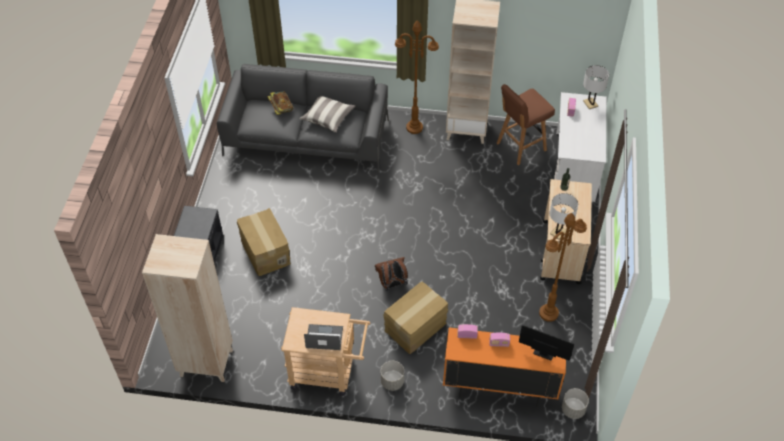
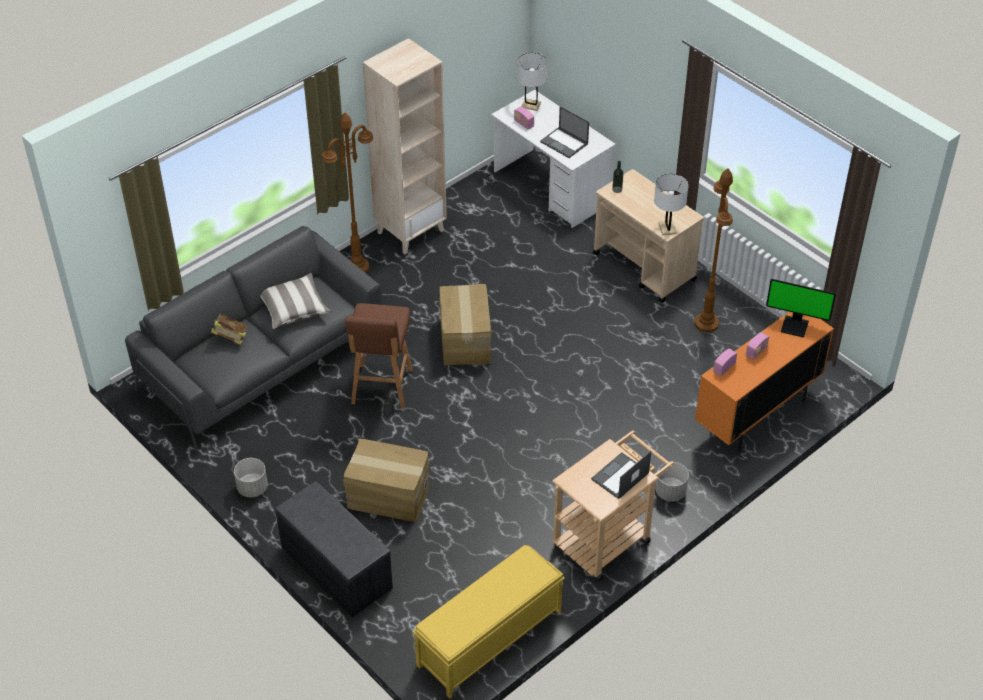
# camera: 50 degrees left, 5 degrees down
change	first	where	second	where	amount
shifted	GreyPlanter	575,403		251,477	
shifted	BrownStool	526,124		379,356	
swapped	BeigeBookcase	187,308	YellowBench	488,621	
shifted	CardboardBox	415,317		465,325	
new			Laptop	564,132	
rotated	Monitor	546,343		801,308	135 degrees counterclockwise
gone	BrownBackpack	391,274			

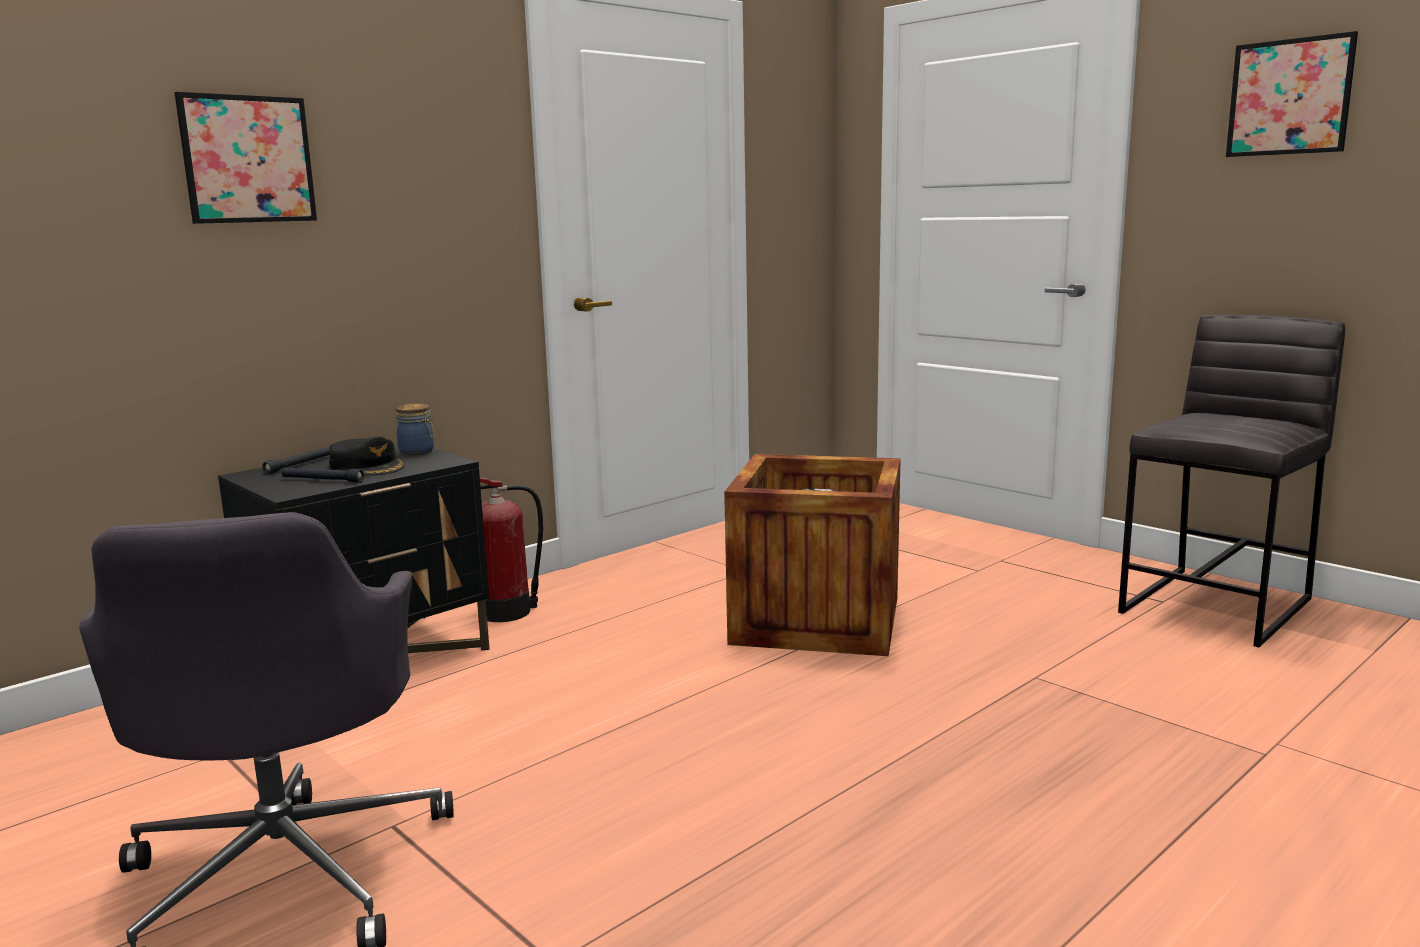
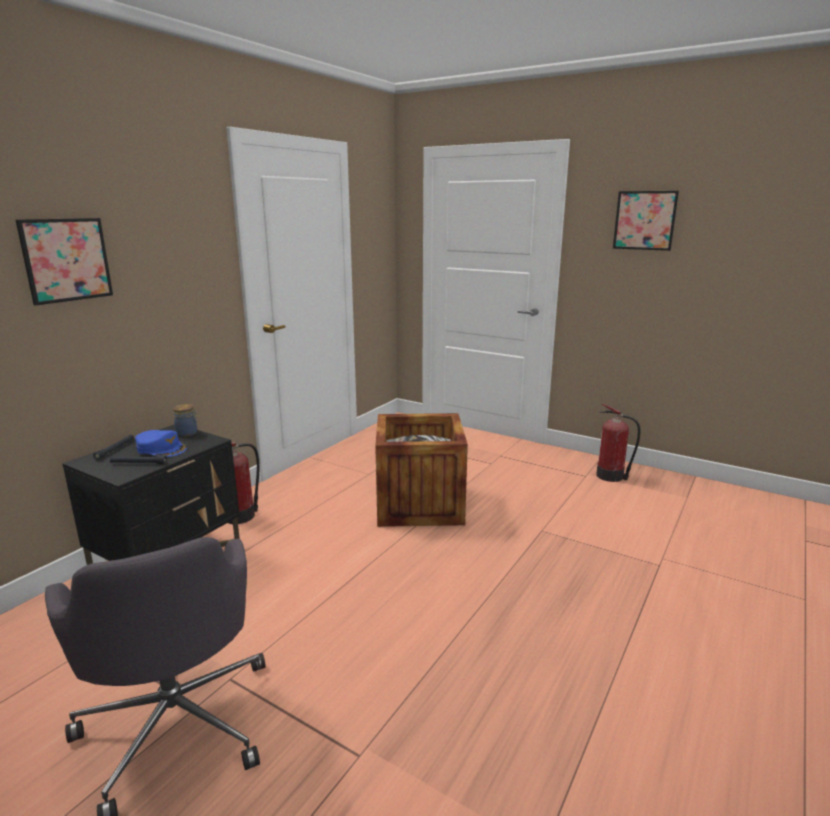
# camera: 15 degrees left, 5 degrees up
change	first	where	second	where	amount
repainted	BlackCap	367,455	BlueCap	161,443	
swapped	GreyStool	1231,480	FireExtinguisher	618,442	

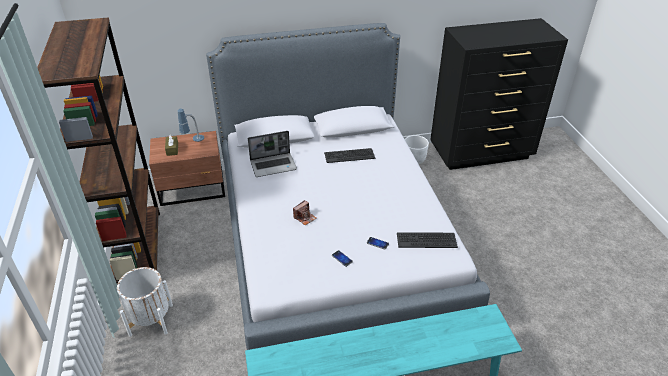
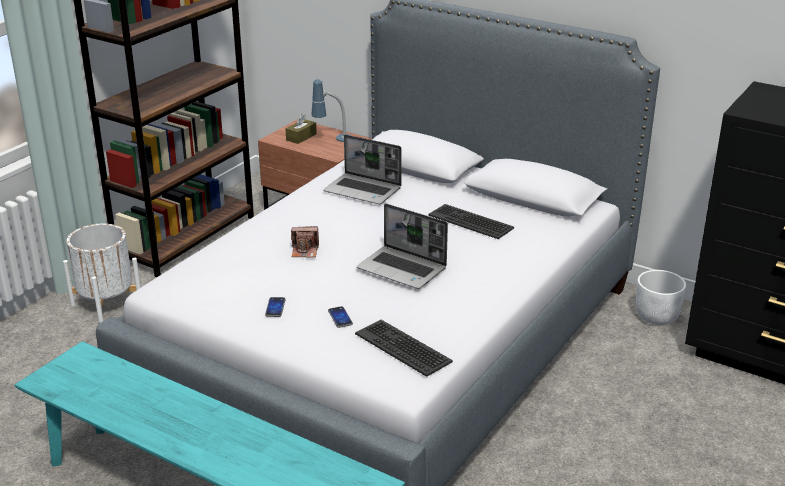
# camera: 45 degrees right, 10 degrees down
change	first	where	second	where	amount
new			Laptop	402,246	

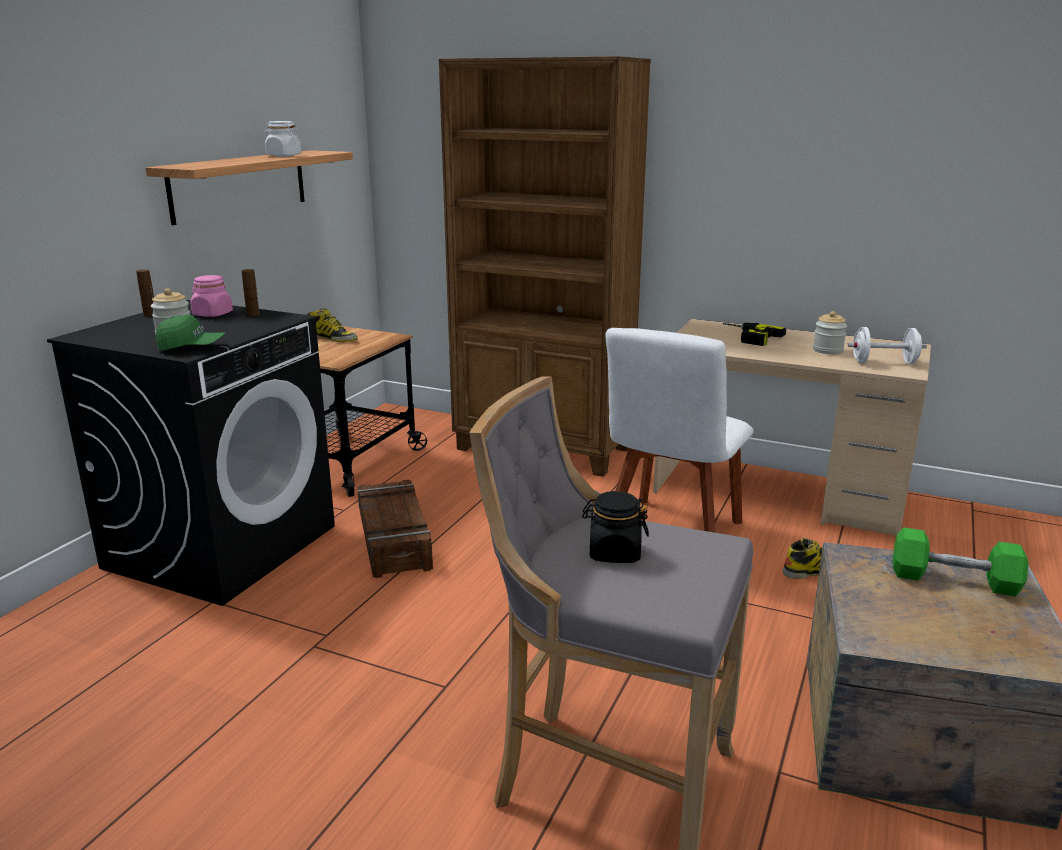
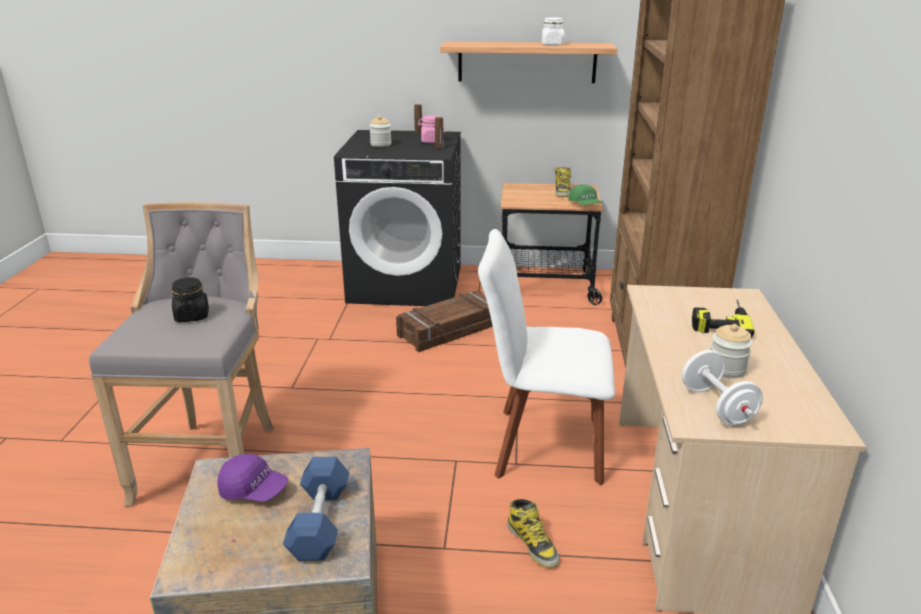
# camera: 70 degrees right, 5 degrees up
change	first	where	second	where	amount
new			PurpleCap	253,478	
repainted	GreenDumbbell	961,562	BlueDumbbell	316,509	
shifted	GreenCap	190,333		585,194	

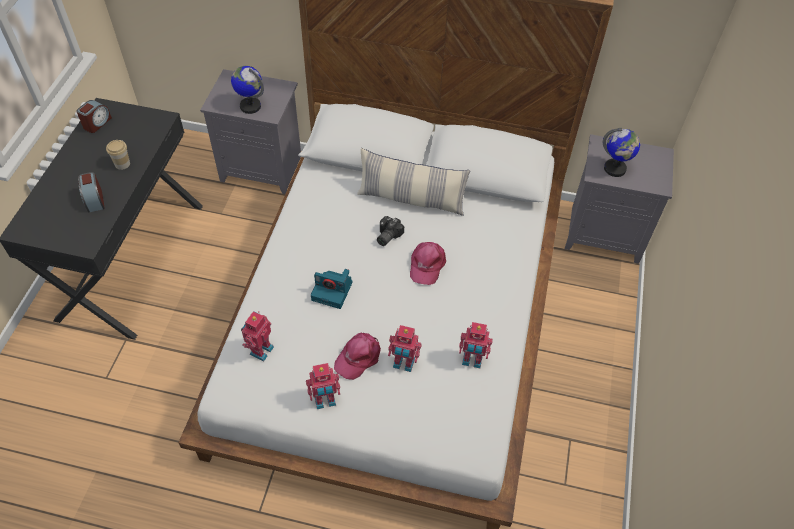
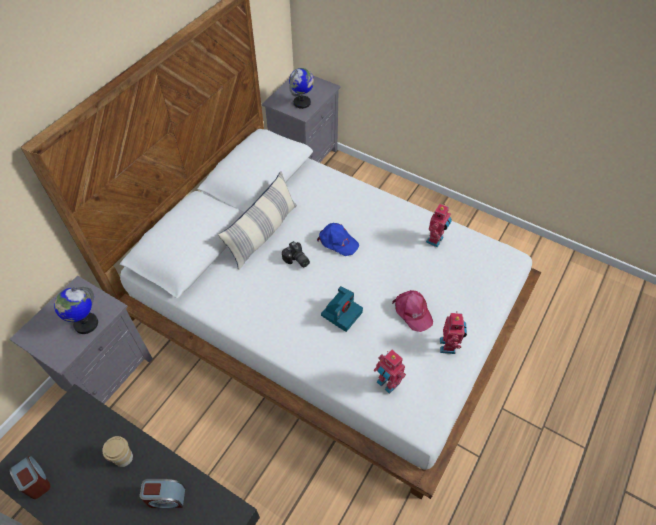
# camera: 70 degrees left, 0 degrees up
change	first	where	second	where	amount
repainted	PinkCap	428,263	BlueCap	338,239	
gone	ToyRobot	405,348			

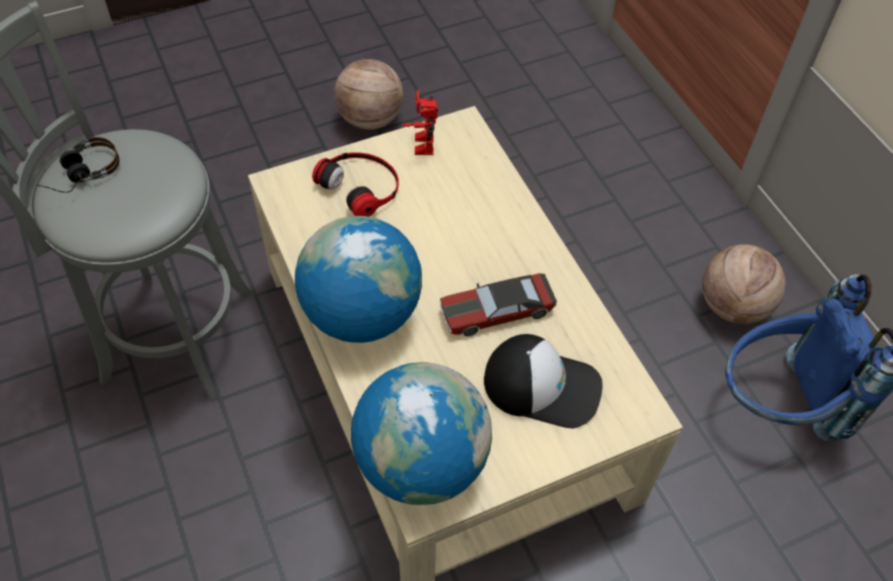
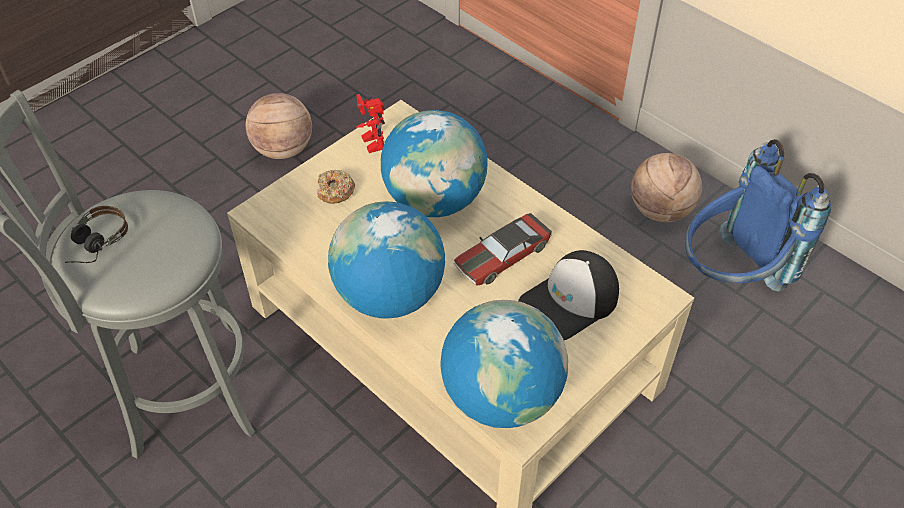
# camera: 20 degrees left, 5 degrees down
change	first	where	second	where	amount
swapped	Headphones	355,184	Donut	336,187	
new			Globe	434,163	
rotated	Cap	543,381		568,295	150 degrees clockwise

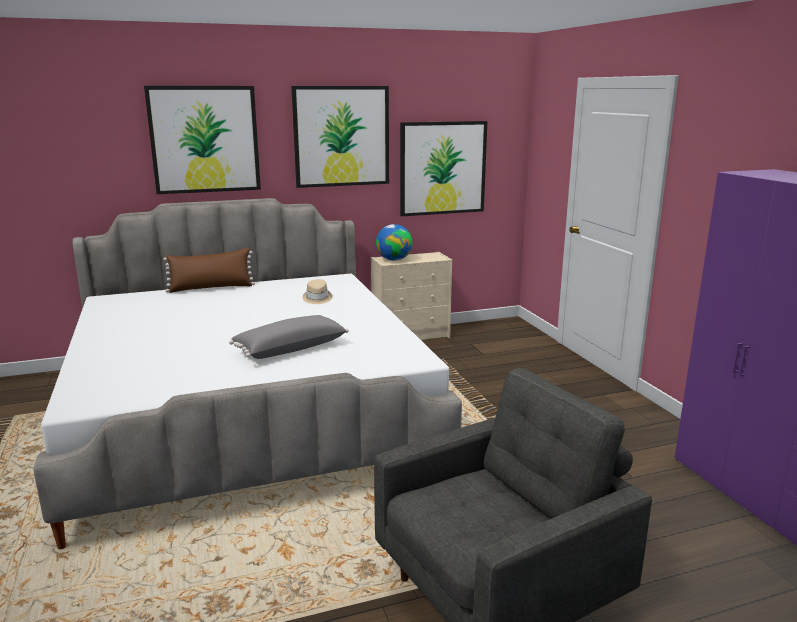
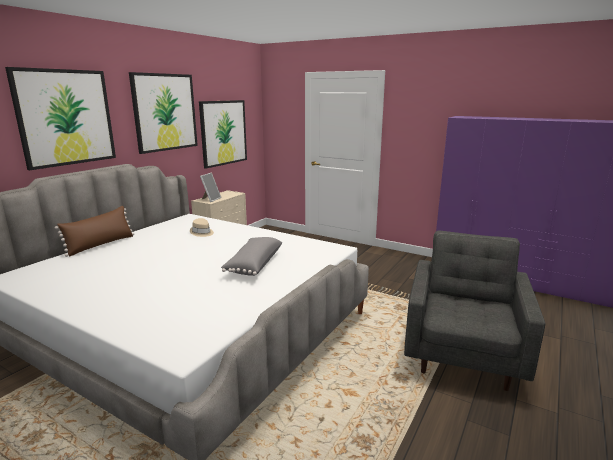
# camera: 40 degrees left, 0 degrees up
change	first	where	second	where	amount
swapped	Globe	394,242	PictureFrame	210,187	

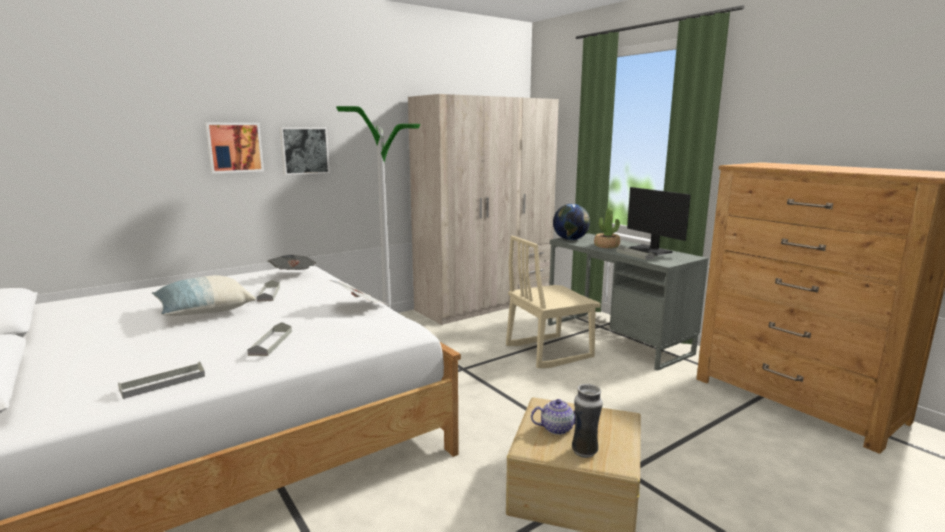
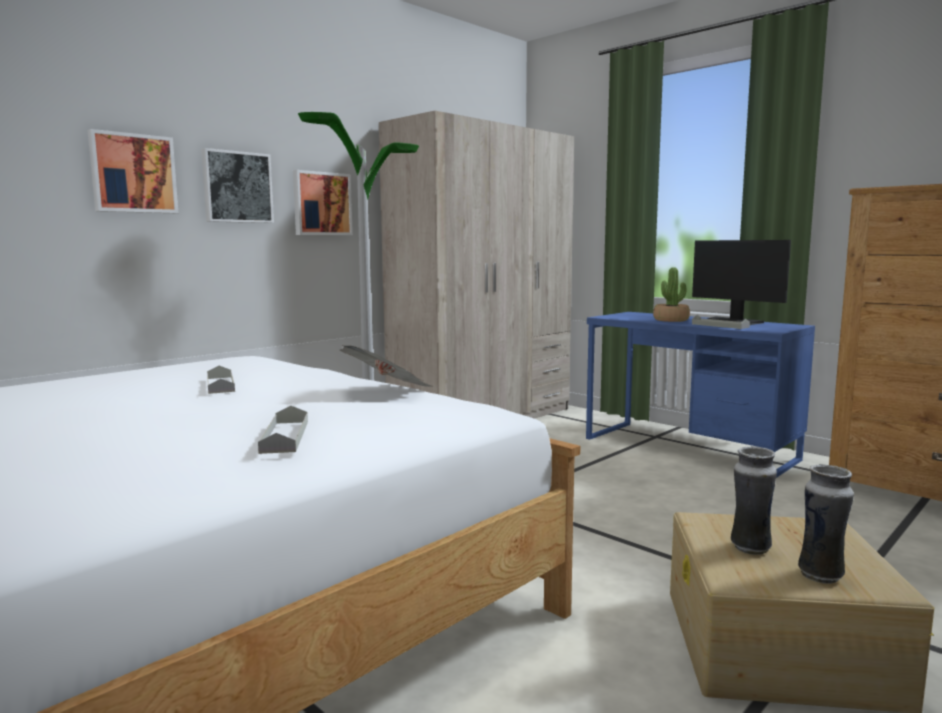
# camera: 10 degrees left, 5 degrees down
change	first	where	second	where	amount
new			Picture	323,202	
repainted	GreyDesk	628,302	BlueDesk	700,395	
swapped	Teapot	553,417	Vase	754,500	
gone	GreyTray	161,380			
gone	Pillow	204,295			
gone	Newspaper	292,262			
gone	BeigeChair	553,302			
gone	Globe	571,222			

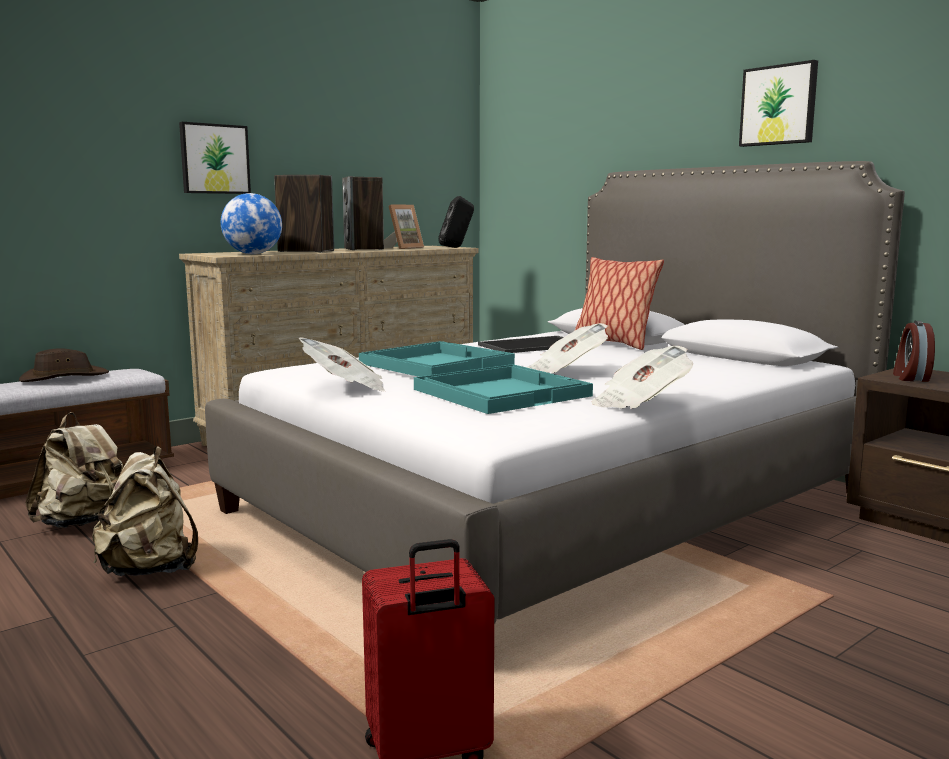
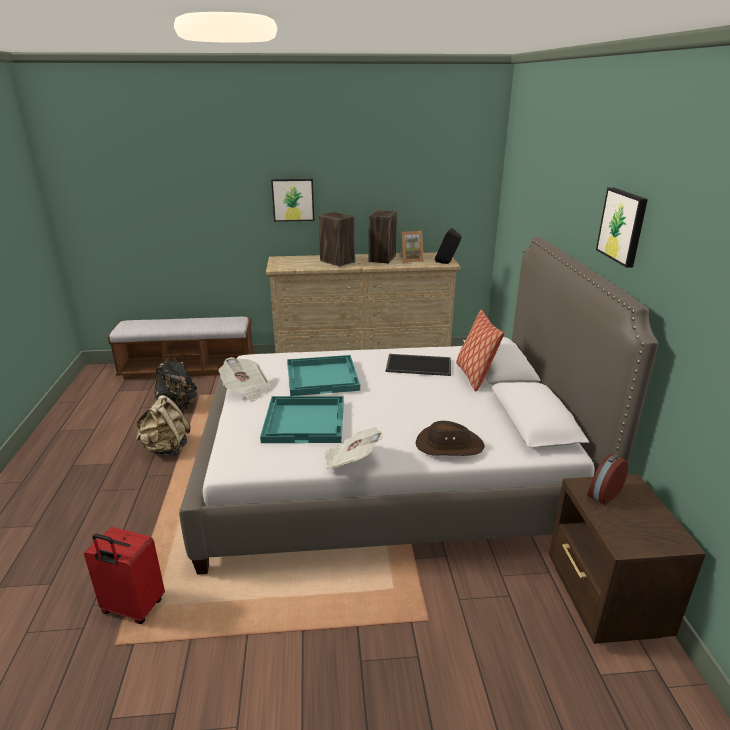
# camera: 35 degrees right, 15 degrees up
change	first	where	second	where	amount
repainted	BeigeBackpack	74,470	BlackBackpack	175,382	
shifted	BrownHat	64,365		450,438	
gone	Globe	251,223			
gone	Newspaper	567,348			

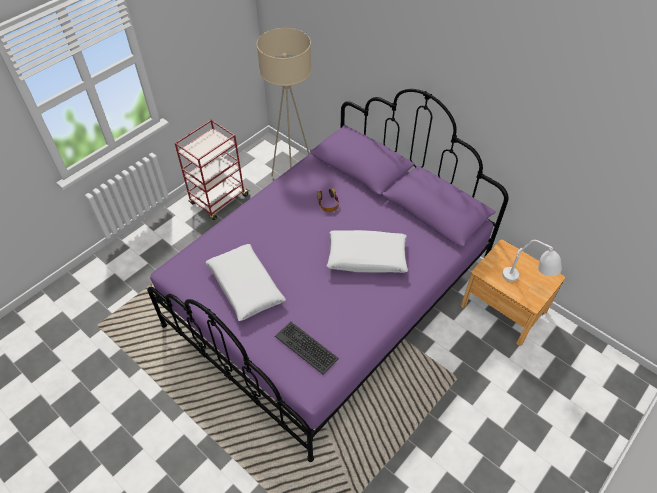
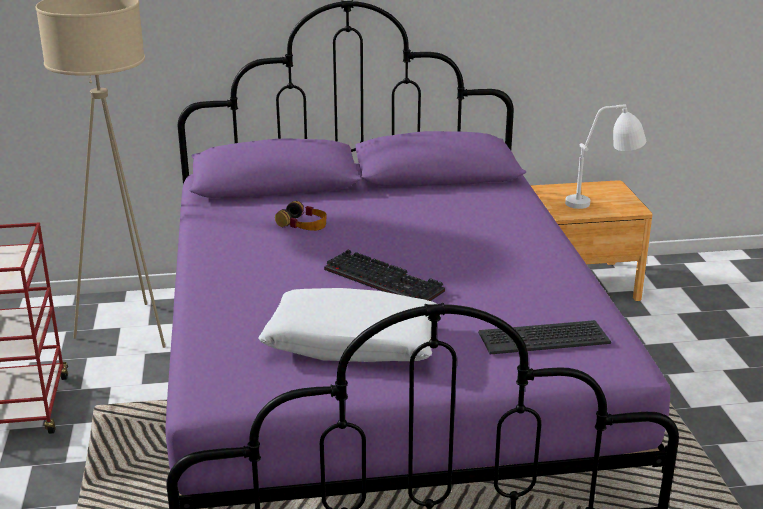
# camera: 50 degrees left, 25 degrees down
change	first	where	second	where	amount
new			Keyboard	384,275	
gone	WhitePillow	367,251			

